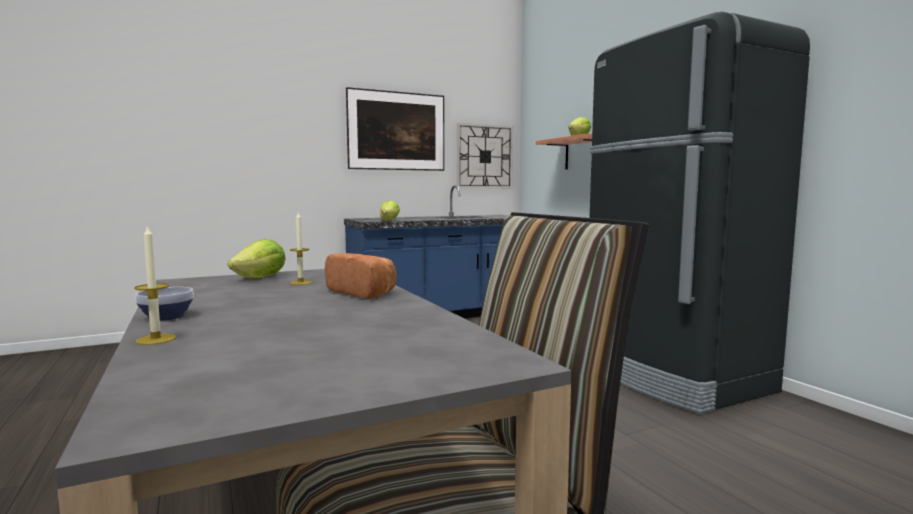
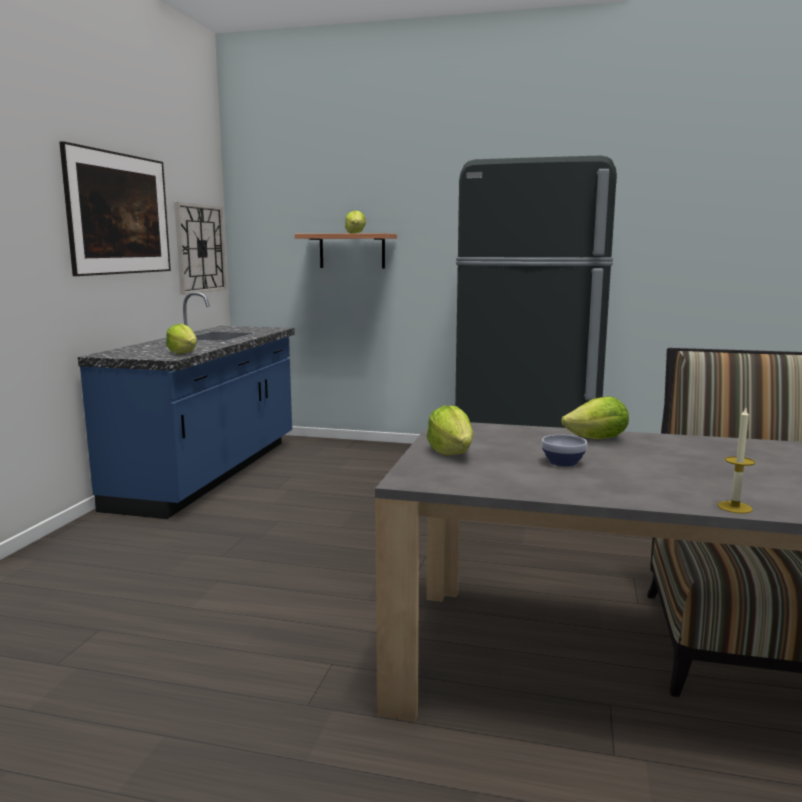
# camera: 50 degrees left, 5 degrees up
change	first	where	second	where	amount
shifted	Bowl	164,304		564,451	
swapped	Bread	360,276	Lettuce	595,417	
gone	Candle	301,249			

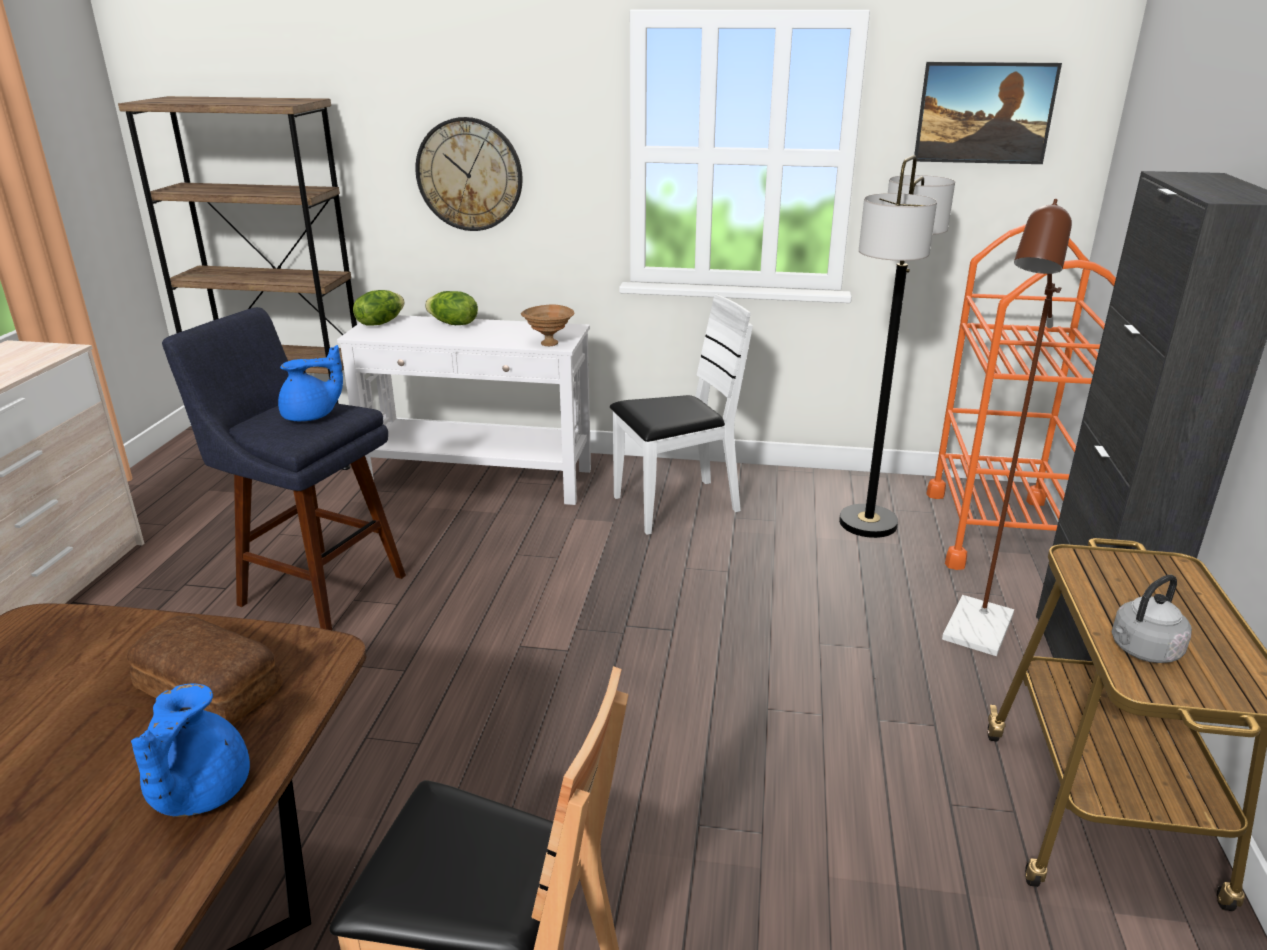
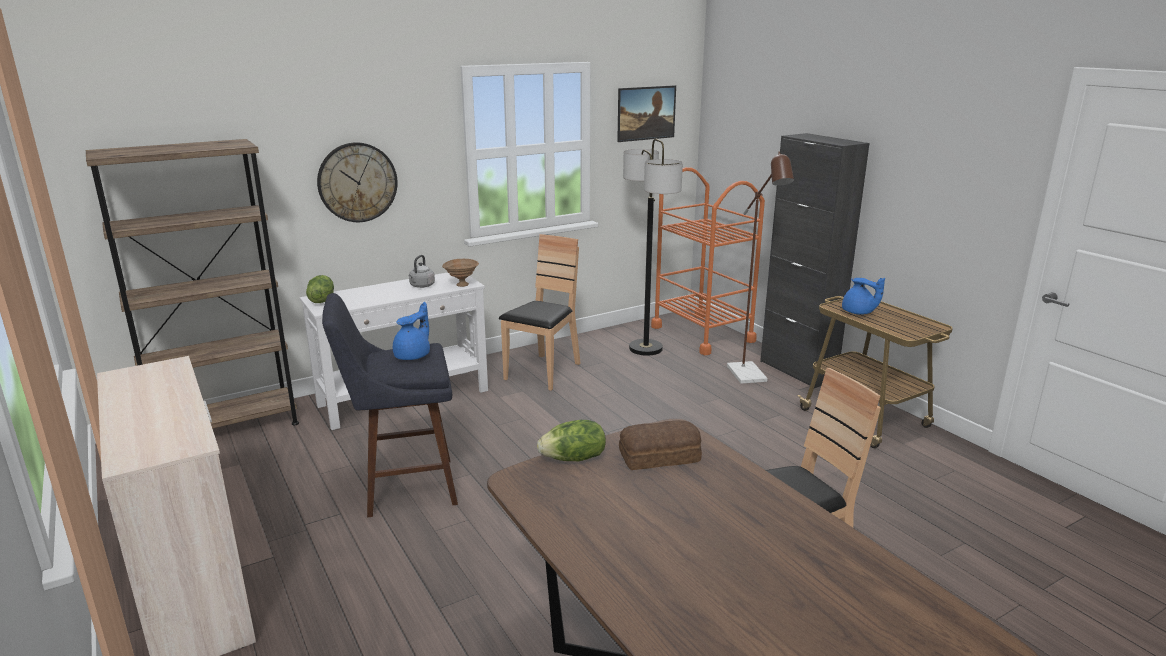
# camera: 40 degrees left, 5 degrees down
change	first	where	second	where	amount
shifted	GreyKettle	1152,619		421,271	
repainted	WhiteChair	681,414	BrownChair	540,312	
shifted	Lettuce	451,308		571,440	
shifted	BlueTeapot	190,750		863,296	

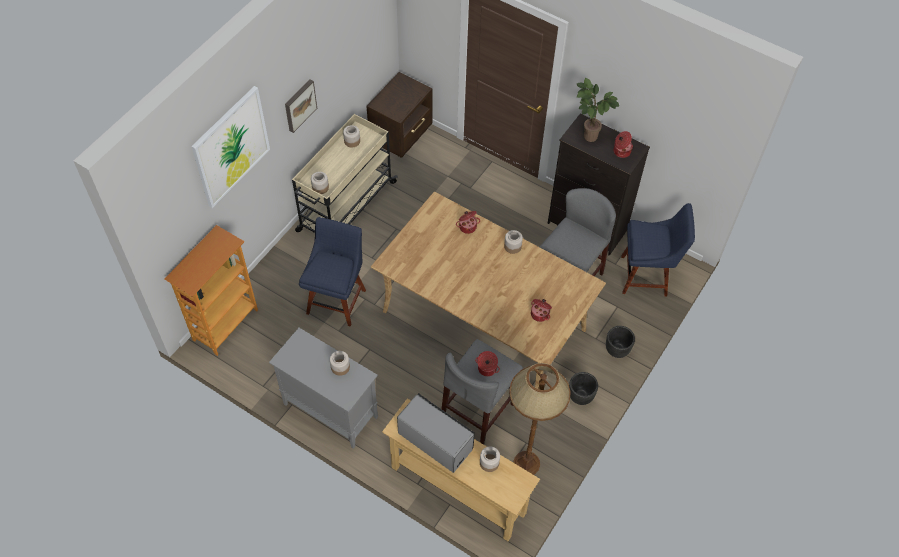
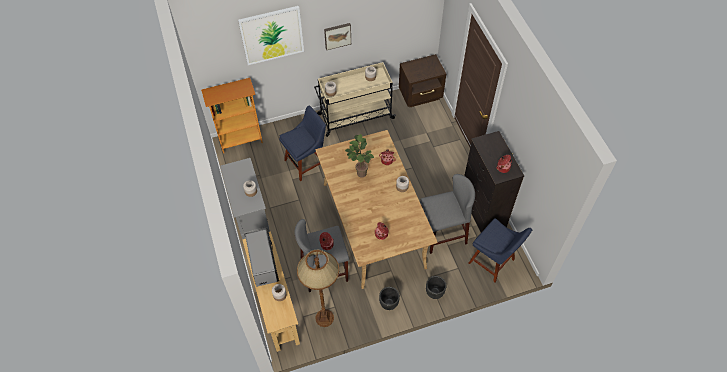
# camera: 40 degrees right, 0 degrees up
change	first	where	second	where	amount
shifted	PottedPlant	598,110		359,156	

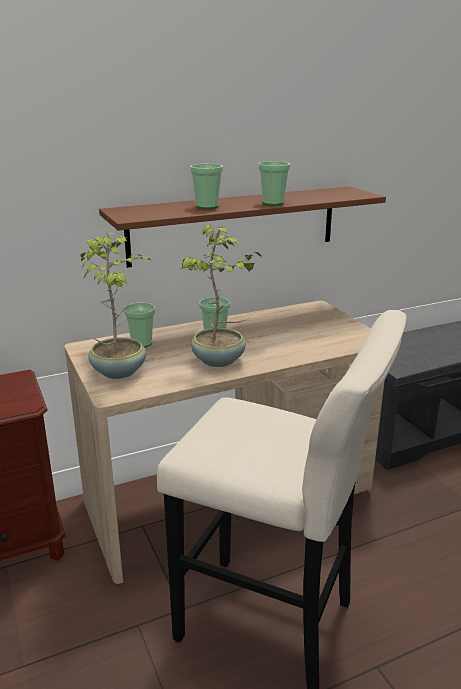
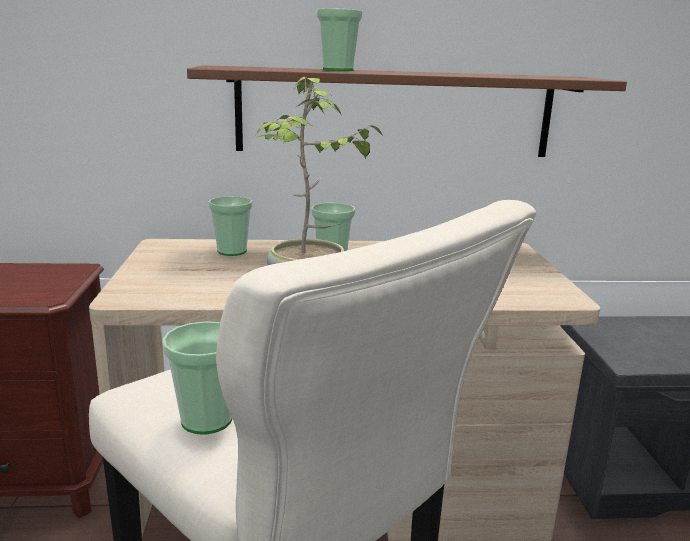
# camera: 20 degrees right, 5 degrees down
change	first	where	second	where	amount
shifted	Cup	274,183		197,378	
gone	PottedPlant	115,305			

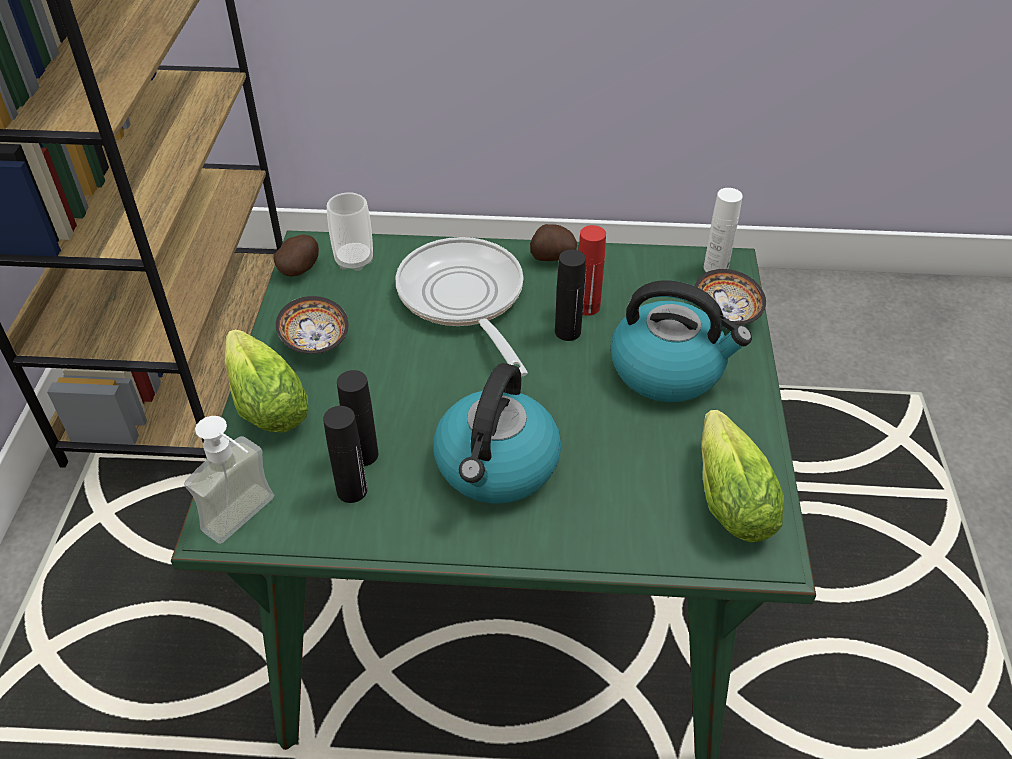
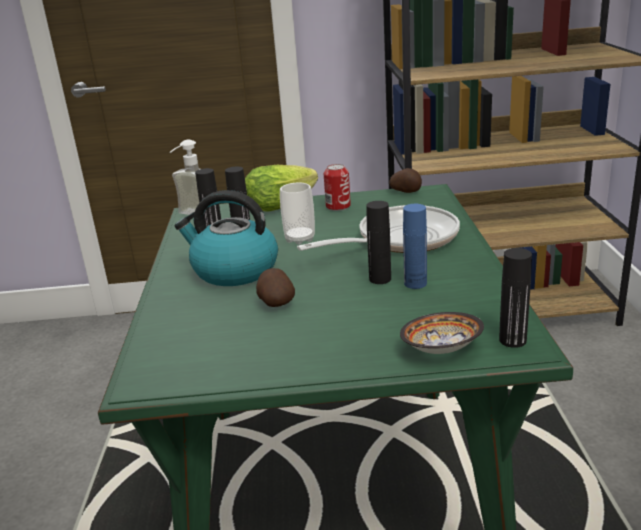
# camera: 85 degrees right, 20 degrees down
change	first	where	second	where	amount
shifted	Potato	553,242		275,287	
shifted	Cup	350,231		297,214	
swapped	Bowl	312,325	Can	337,187	
repainted	RedBottle	592,270	BlueBottle	415,246	
repainted	WhiteBottle	723,230	BlackBottle	515,298	
gone	Kettle	681,341			
gone	Lettuce	742,476			

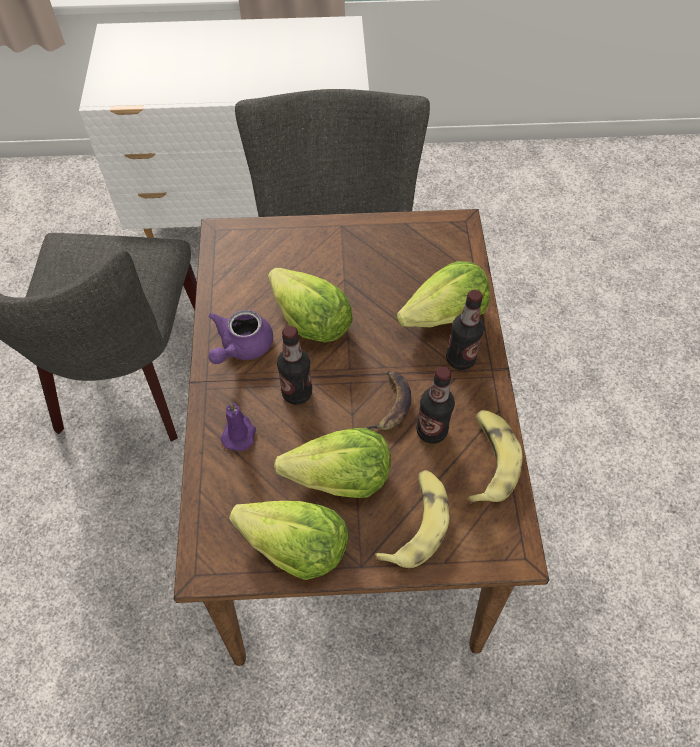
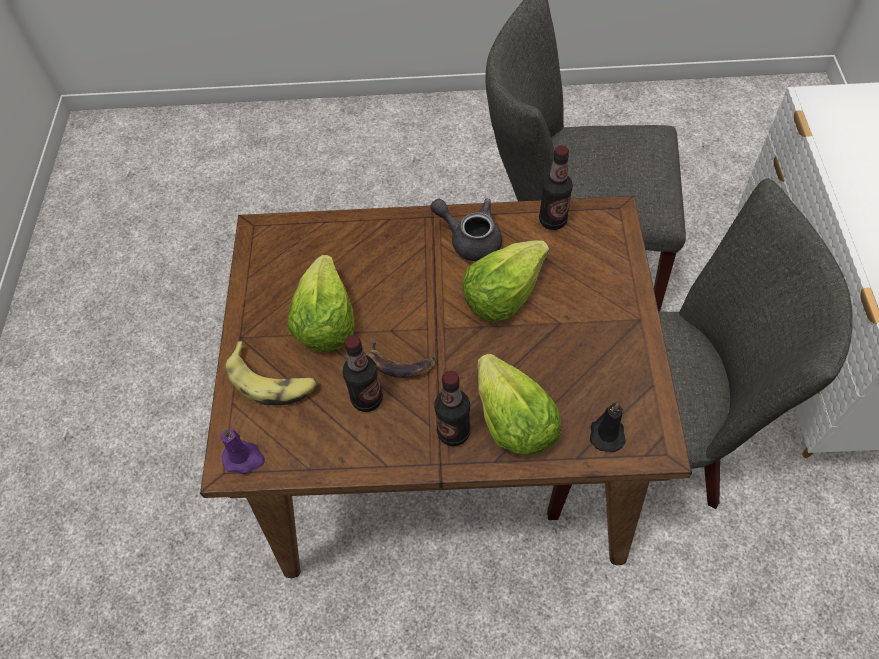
# camera: 95 degrees right, 0 degrees up
change	first	where	second	where	amount
shifted	PurpleCandle	238,426		242,451	
repainted	PurpleTeapot	240,337	GreyTeapot	466,230	
shifted	Bottle	294,365		556,188	
new			BlackCandle	608,427	
gone	Lettuce	289,540			
gone	Banana	495,457			

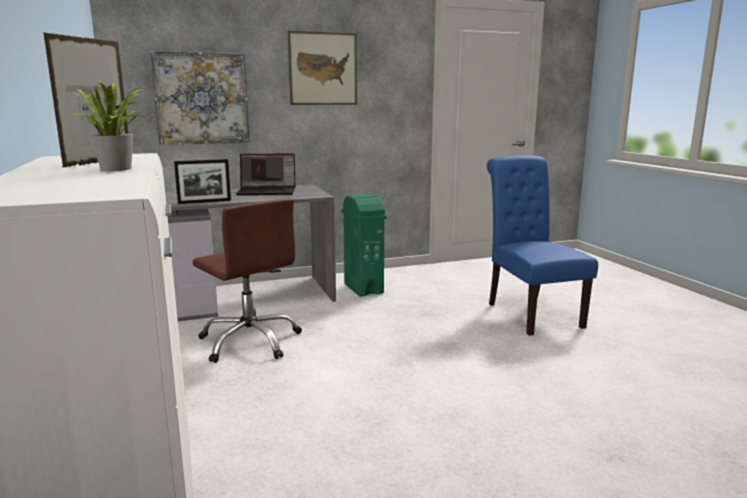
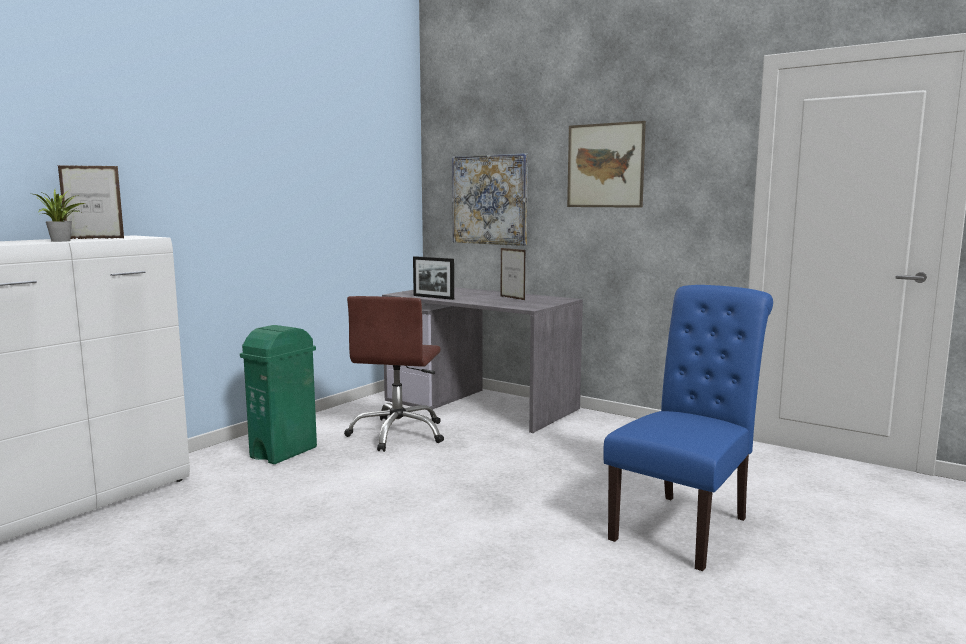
# camera: 55 degrees right, 5 degrees down
change	first	where	second	where	amount
shifted	GreenTrashCan	363,245		278,394	
swapped	Laptop	265,174	PictureFrame	513,274	

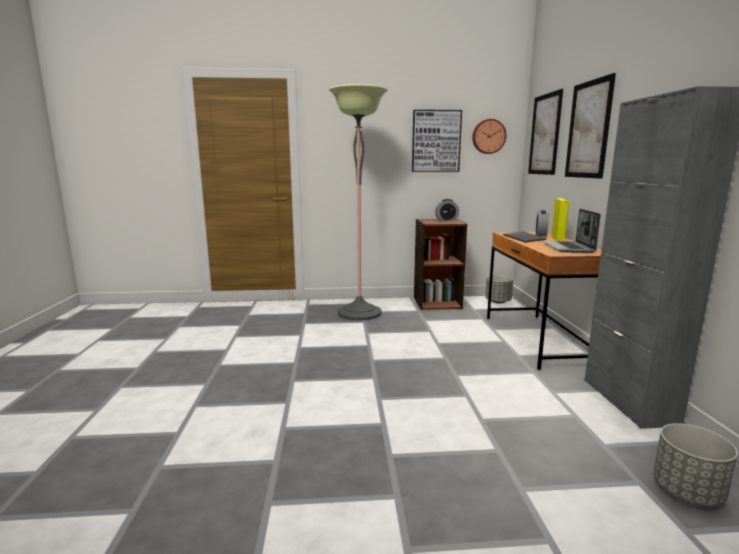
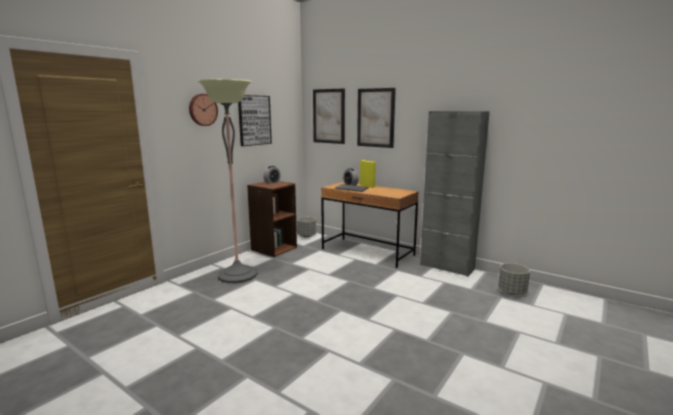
# camera: 50 degrees left, 0 degrees up
change	first	where	second	where	amount
shifted	WallClock	489,136		203,110	
gone	Laptop	571,231			

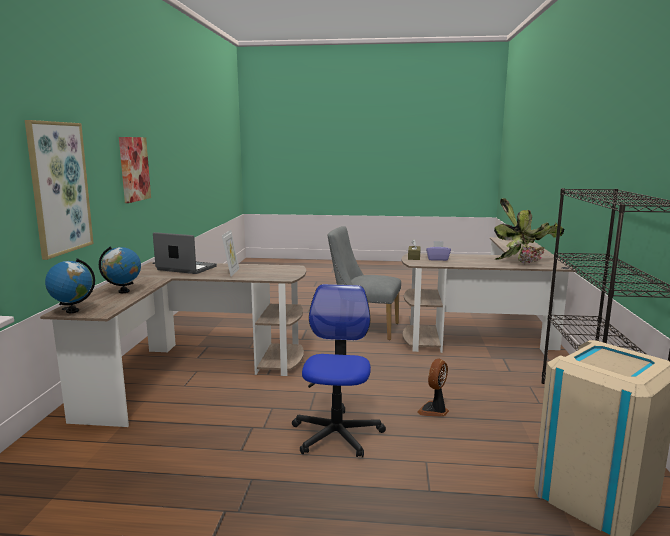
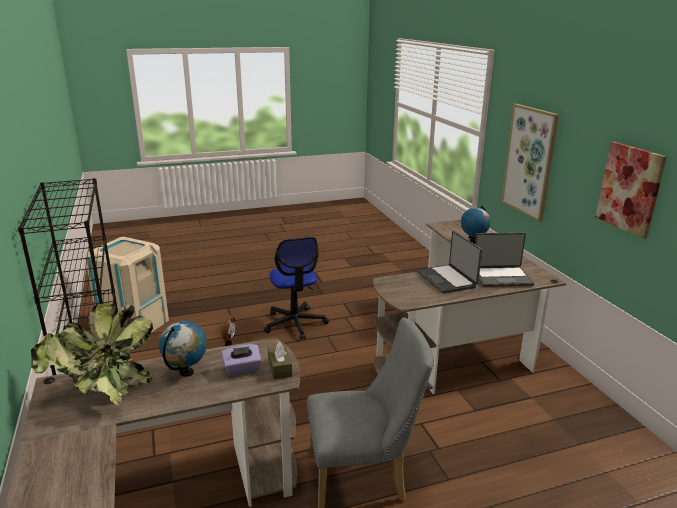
# camera: 155 degrees right, 10 degrees up
change	first	where	second	where	amount
shifted	Globe	70,285		183,349	
swapped	PictureFrame	230,253	Laptop	449,262	

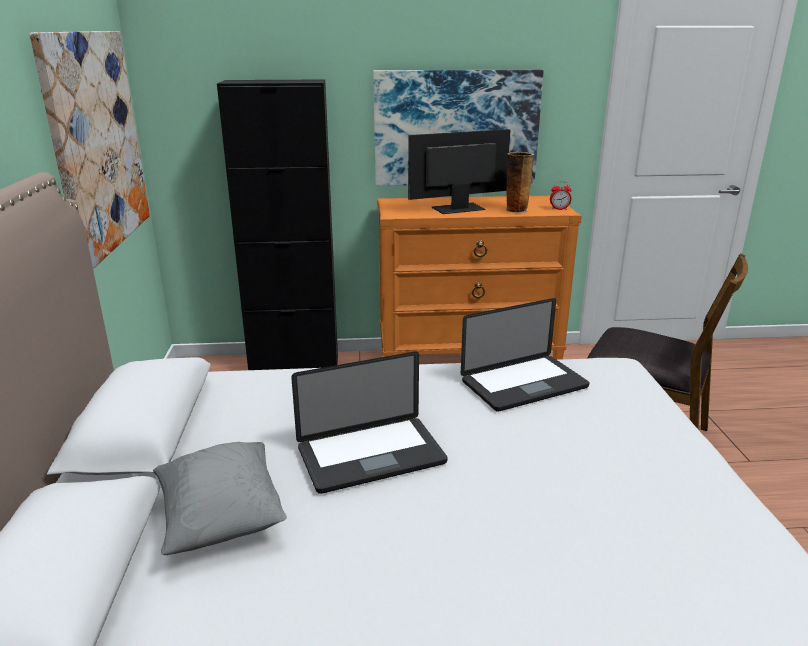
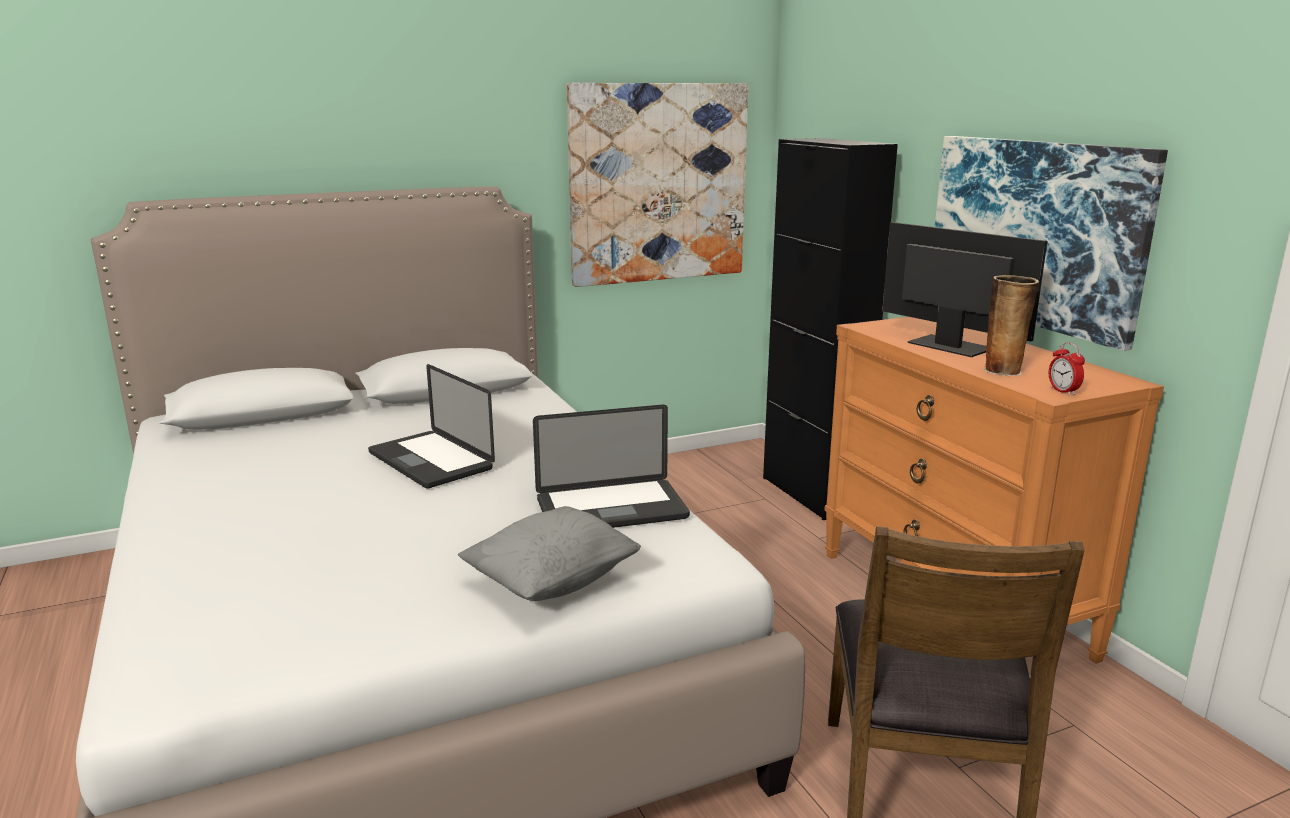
# camera: 70 degrees right, 5 degrees down
change	first	where	second	where	amount
shifted	GreyPillow	220,498		549,553	
rotated	Laptop	525,355		611,466	60 degrees counterclockwise

